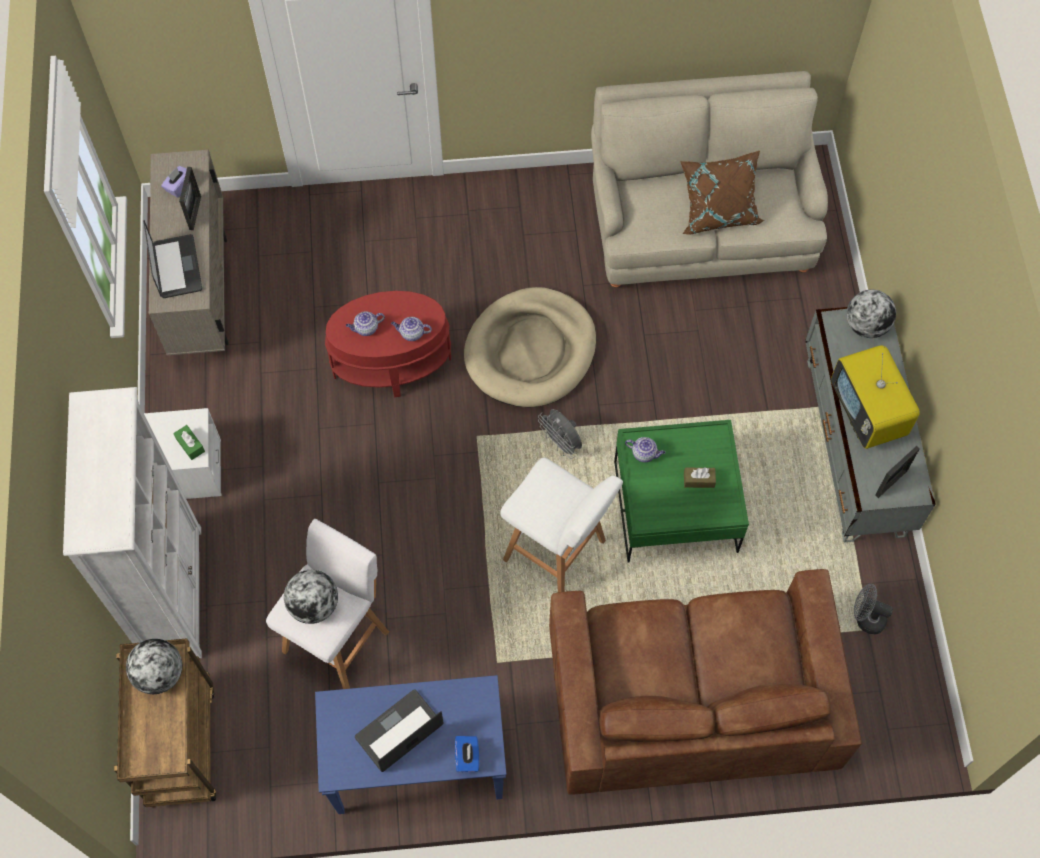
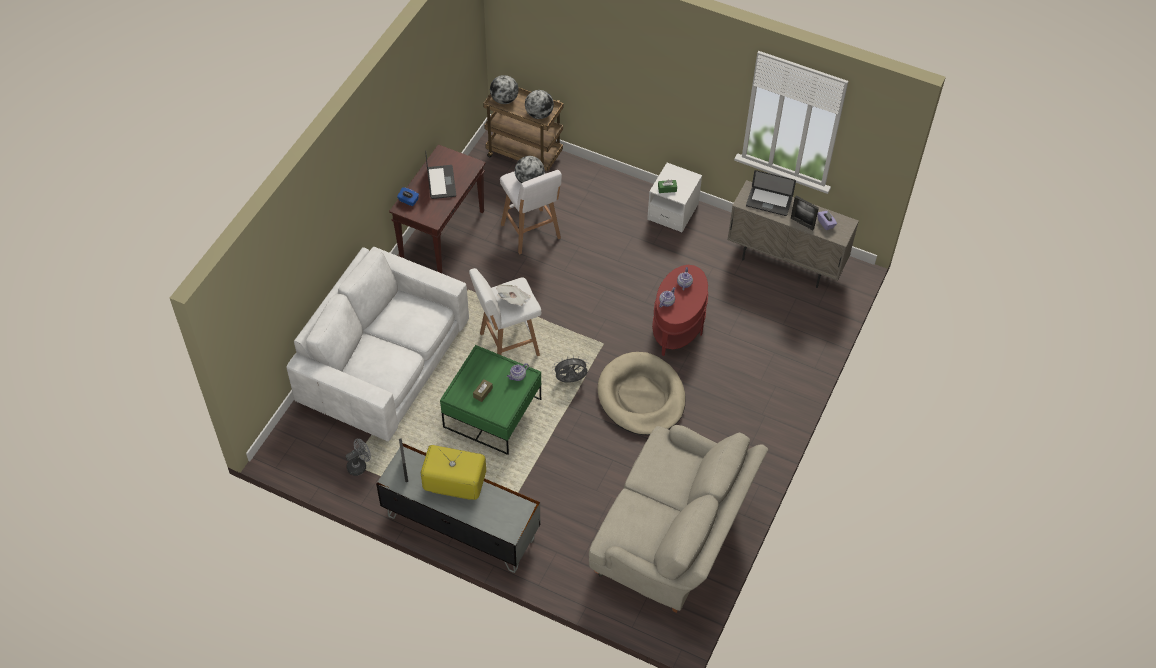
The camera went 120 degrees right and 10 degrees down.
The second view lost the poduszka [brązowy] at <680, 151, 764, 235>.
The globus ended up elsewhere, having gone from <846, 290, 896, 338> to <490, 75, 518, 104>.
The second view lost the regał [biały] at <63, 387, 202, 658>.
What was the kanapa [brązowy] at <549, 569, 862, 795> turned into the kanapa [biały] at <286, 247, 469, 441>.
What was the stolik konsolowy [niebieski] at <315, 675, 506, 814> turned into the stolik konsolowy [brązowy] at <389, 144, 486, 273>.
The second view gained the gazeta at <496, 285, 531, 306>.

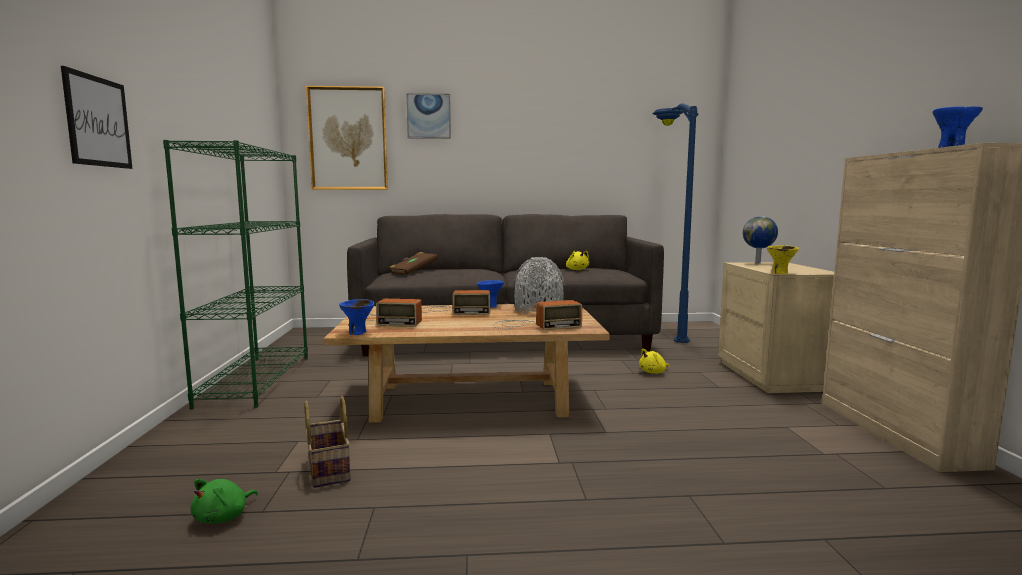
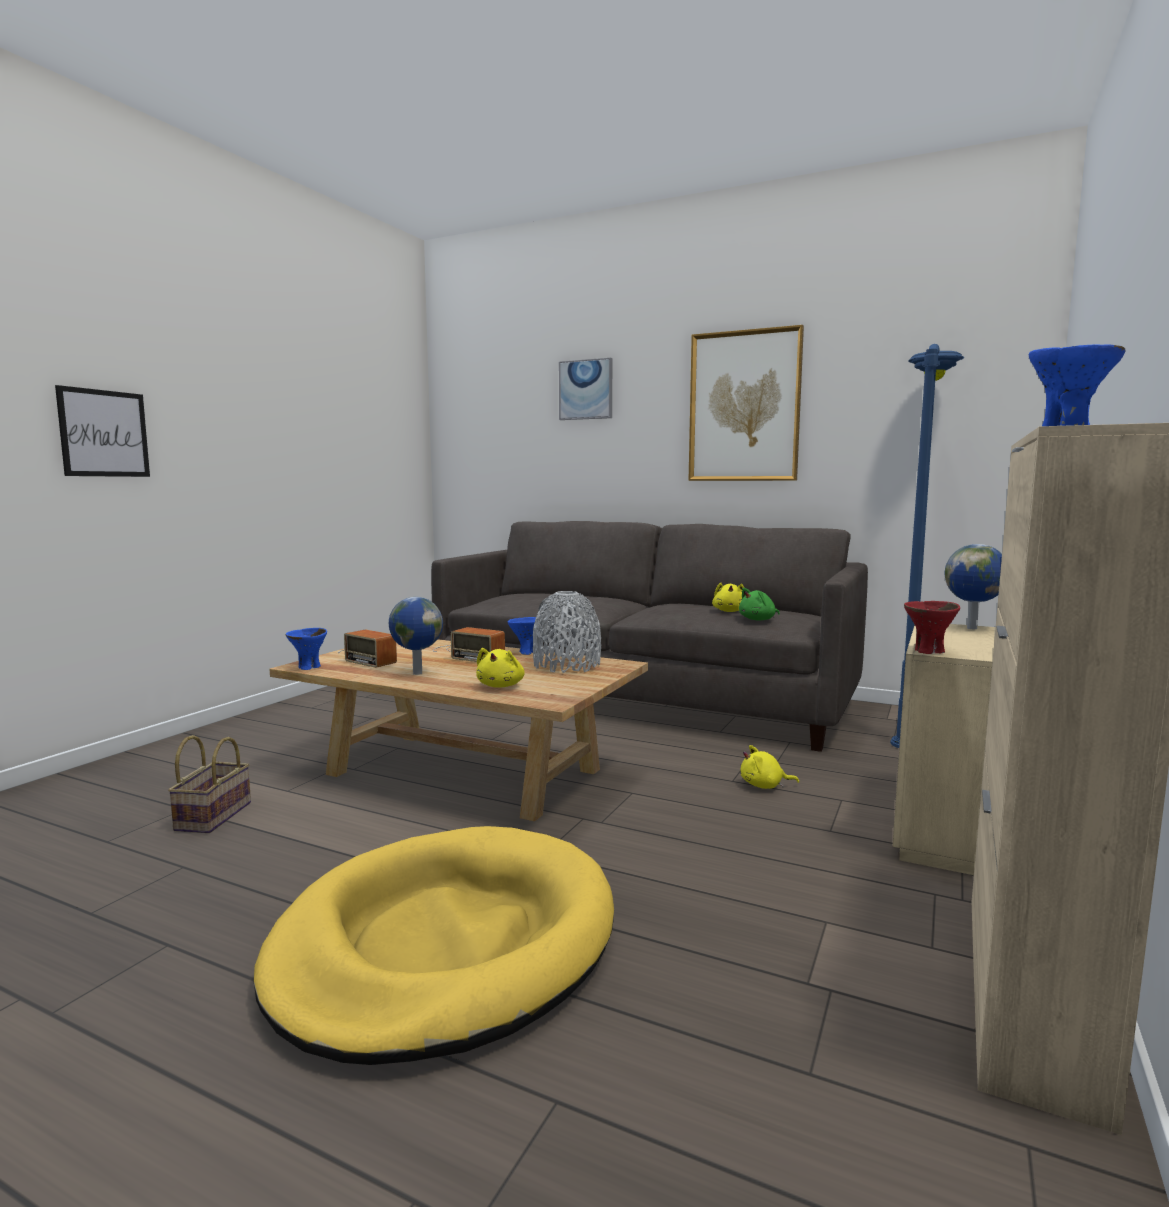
The camera went 30 degrees right and 0 degrees up.
The obraz ended up elsewhere, having gone from <306, 86, 388, 190> to <688, 325, 804, 481>.
The second view lost the regał [zielony] at <163, 140, 308, 409>.
What was the miska [żółty] at <767, 245, 799, 274> turned into the miska [czerwony] at <904, 601, 960, 654>.
The second view lost the książka [brązowy] at <389, 252, 438, 275>.
Where the radio stood at <493, 300, 582, 330>, the pluszak [żółty] came to stand at <476, 648, 525, 688>.
The pluszak [zielony] ended up elsewhere, having gone from <190, 479, 258, 523> to <739, 588, 780, 620>.
The second view gained the globus at <389, 597, 443, 675>.
The second view gained the legowisko [żółty] at <254, 826, 614, 1065>.

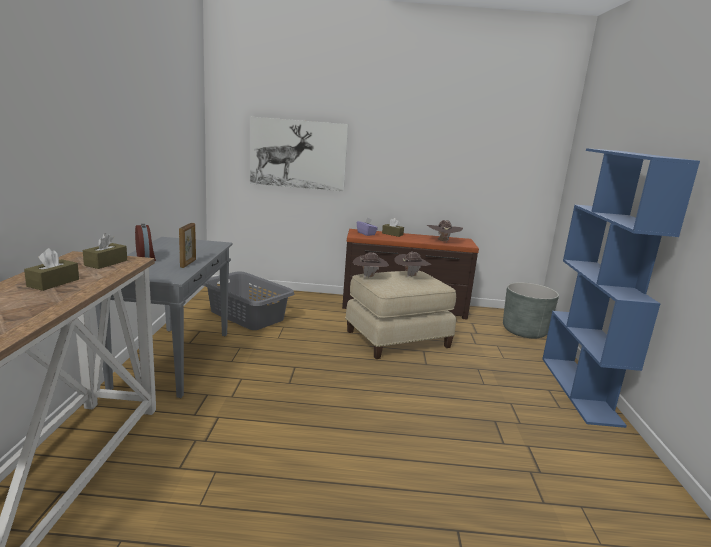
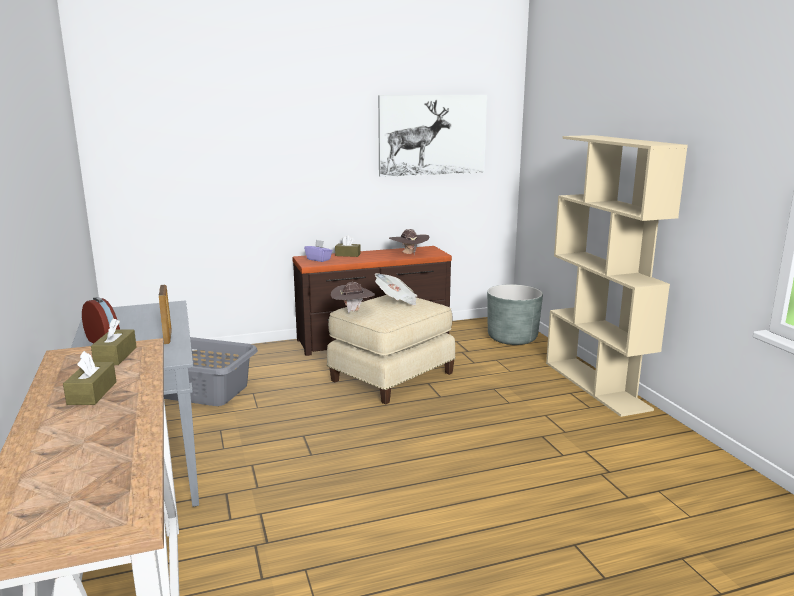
The camera went 20 degrees left and 0 degrees up.
The obraz ended up elsewhere, having gone from <250, 117, 348, 191> to <378, 95, 487, 177>.
What was the regał [niebieski] at <542, 148, 700, 428> turned into the regał [beżowy] at <546, 135, 688, 417>.
Where the kapelusz [brązowy] stood at <394, 252, 432, 277>, the gazeta came to stand at <375, 273, 418, 305>.

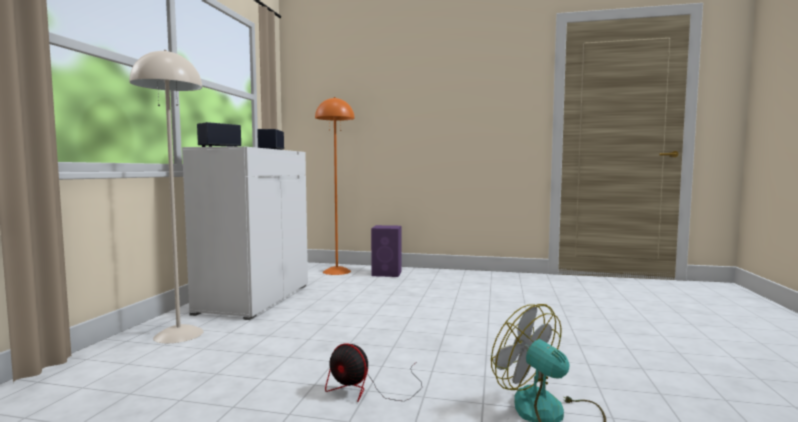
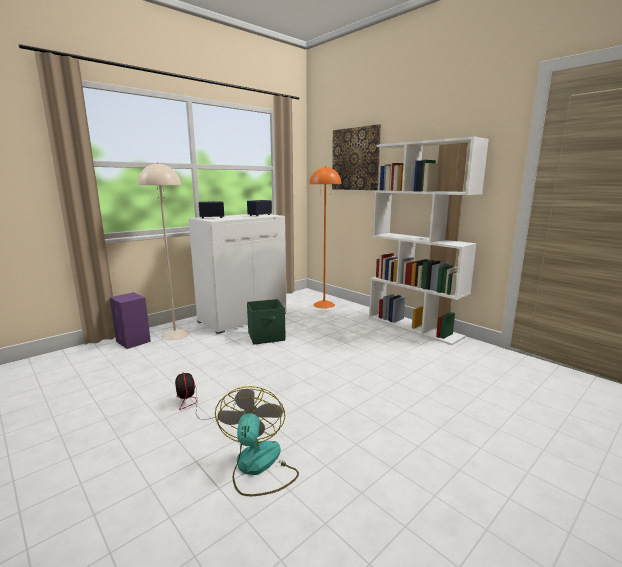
The camera went 35 degrees right and 10 degrees up.
The głośnik [fioletowy] ended up elsewhere, having gone from <371, 225, 402, 277> to <110, 292, 151, 349>.
The second view gained the obraz at <332, 124, 381, 190>.
The second view gained the regał [biały] at <369, 137, 489, 345>.
The second view gained the pojemnik do przechowywania [zielony] at <247, 299, 286, 345>.

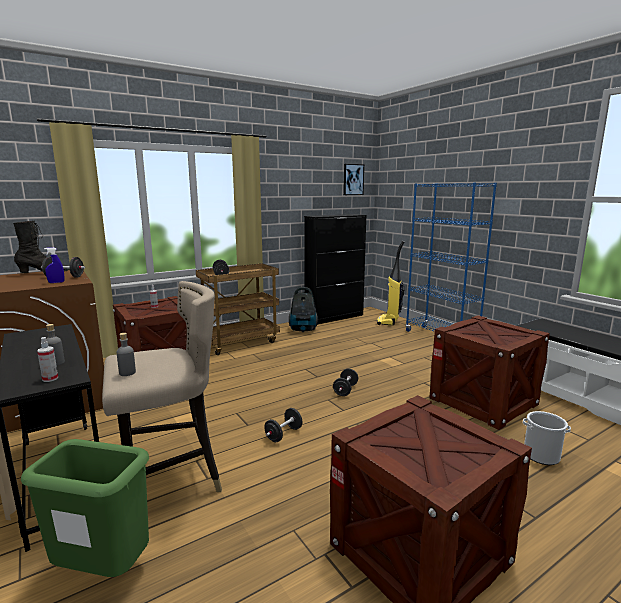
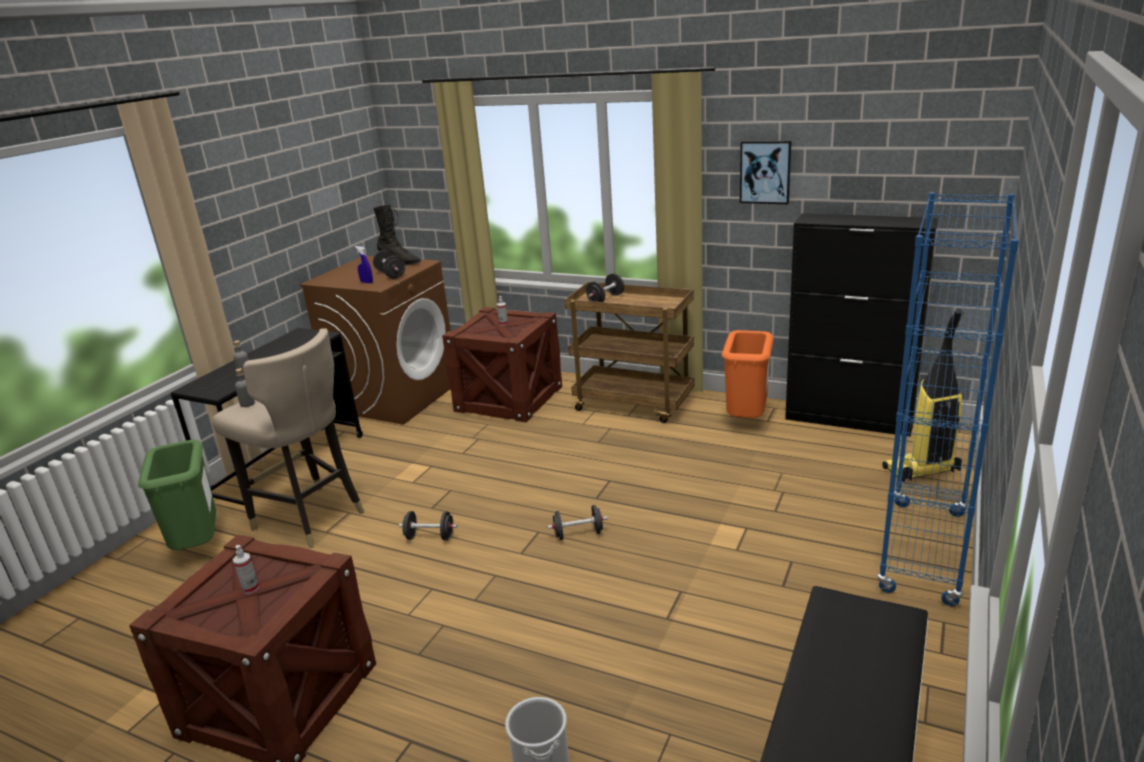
The camera went 60 degrees right and 10 degrees up.
The obraz ended up elsewhere, having gone from <344, 164, 364, 195> to <740, 141, 791, 204>.
Where the odkurzacz stood at <289, 287, 318, 332>, the kosz na śmieci [pomarańczowy] came to stand at <722, 330, 774, 418>.
The second view lost the skrzynka at <429, 315, 550, 430>.
The spryskiwacz ended up elsewhere, having gone from <37, 337, 58, 382> to <233, 545, 259, 594>.

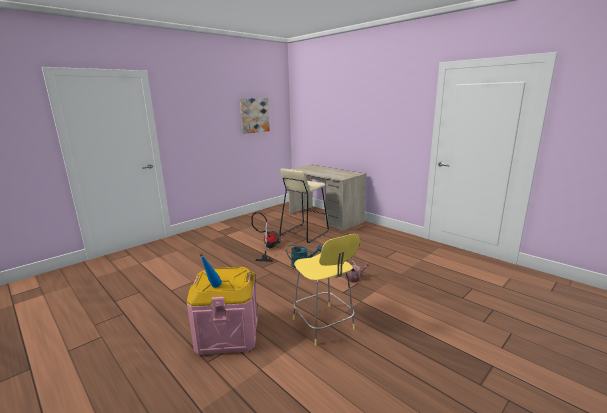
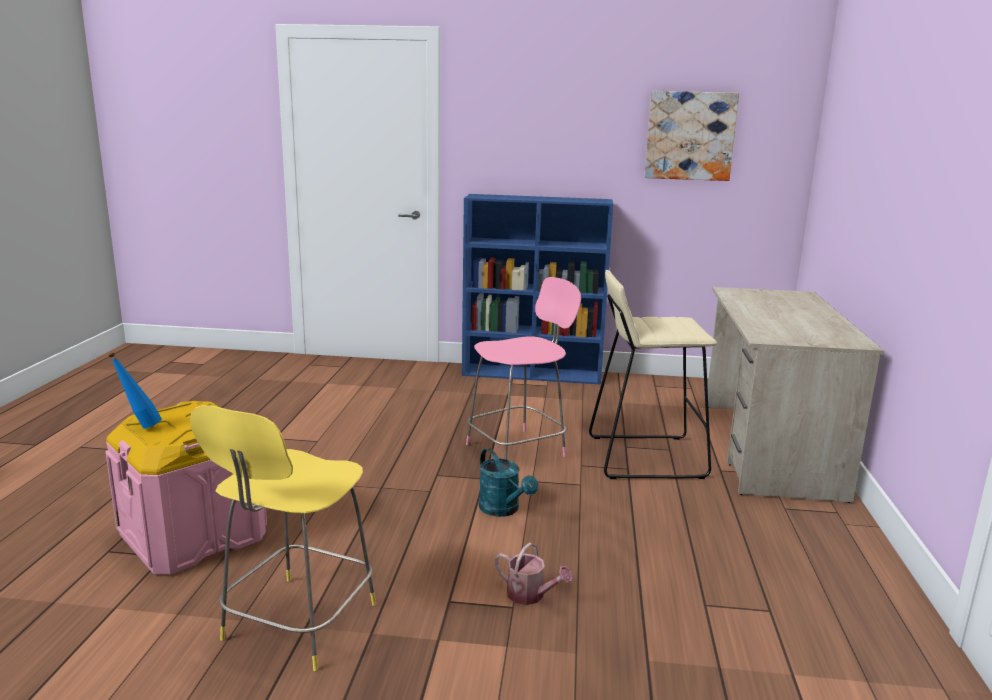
The camera went 50 degrees right and 0 degrees up.
Where the odkurzacz stood at <251, 212, 281, 262>, the stołek [różowy] came to stand at <466, 277, 581, 460>.
The second view gained the regał [niebieski] at <462, 194, 613, 385>.

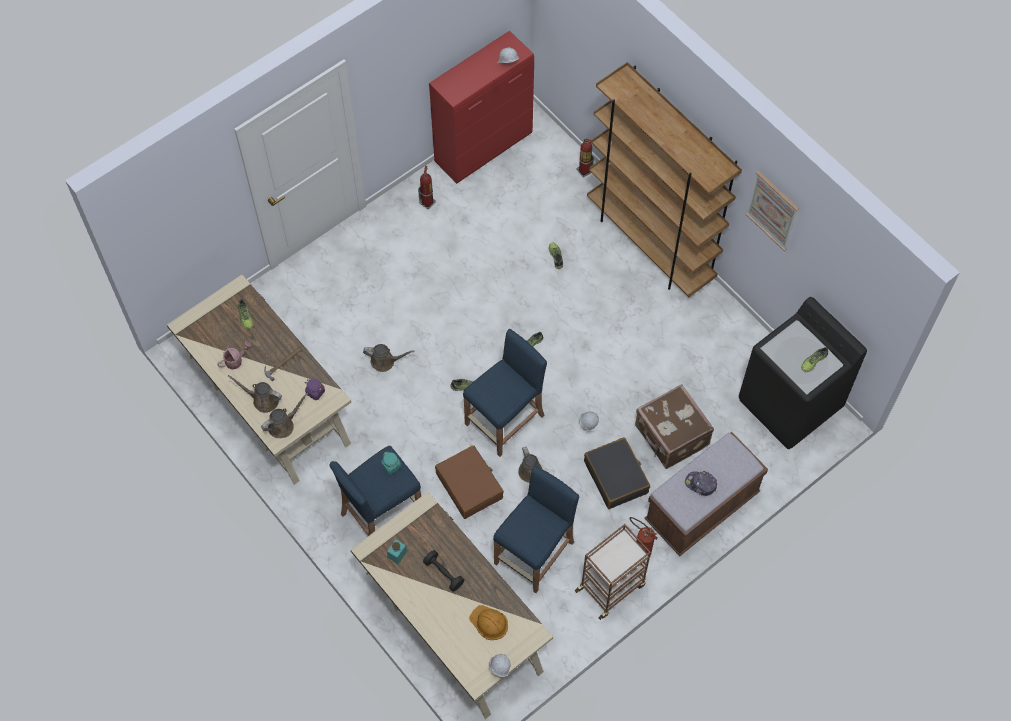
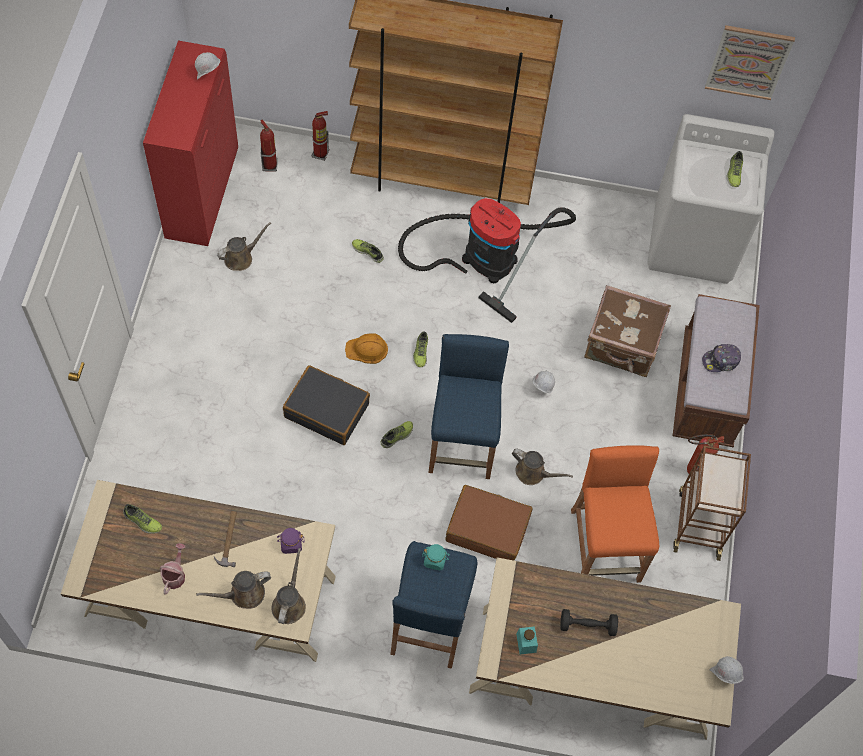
The camera went 45 degrees left and 0 degrees up.
The gaśnica ended up elsewhere, having gone from <418, 166, 436, 209> to <260, 119, 278, 172>.
The obraz ended up elsewhere, having gone from <745, 171, 799, 251> to <705, 25, 795, 100>.
What was the pralka [czarny] at <739, 297, 867, 449> turned into the pralka [biały] at <647, 114, 775, 284>.
The konewka [brązowy] ended up elsewhere, having gone from <363, 344, 415, 372> to <217, 222, 271, 271>.
The walizka [czarny] ended up elsewhere, having gone from <584, 437, 650, 509> to <283, 365, 370, 445>.
What was the stołek [niebieski] at <493, 466, 579, 593> turned into the stołek [pomarańczowy] at <571, 445, 659, 583>.
The kask [pomarańczowy] ended up elsewhere, having gone from <469, 605, 508, 640> to <345, 333, 388, 364>.
The second view gained the odkurzacz at <398, 198, 576, 323>.

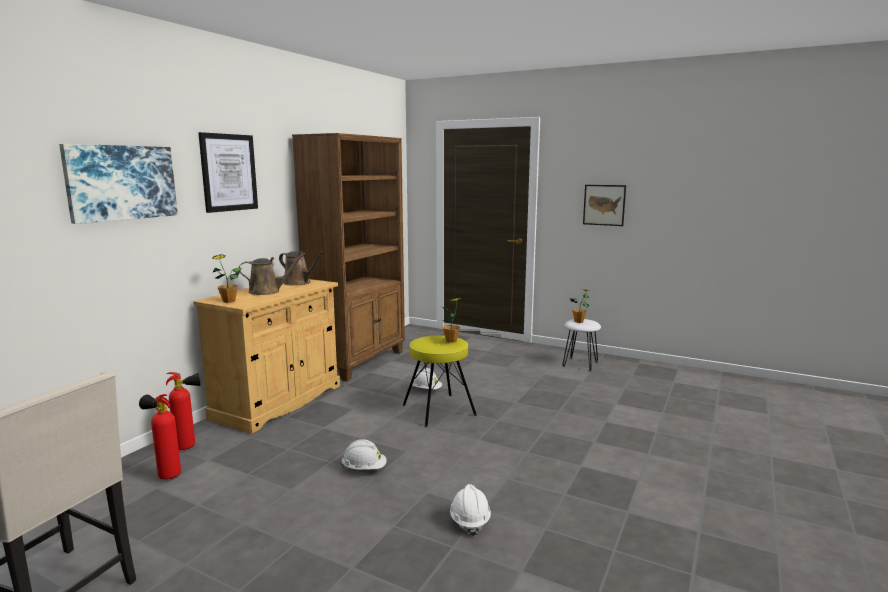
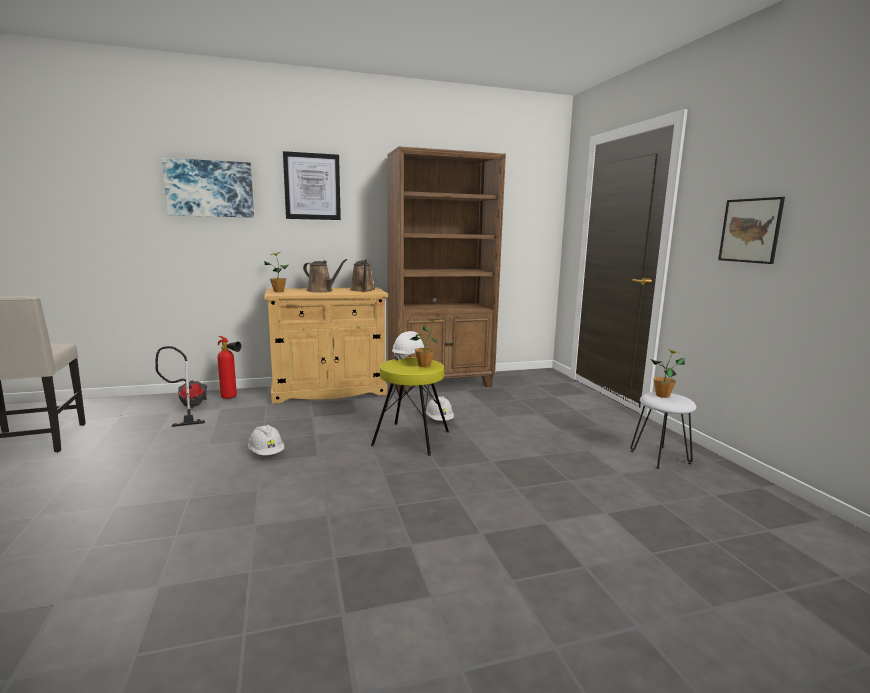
The camera went 45 degrees right and 0 degrees up.
Where the gaśnica stood at <139, 394, 181, 480>, the odkurzacz came to stand at <155, 346, 207, 427>.
The kask [biały] ended up elsewhere, having gone from <450, 484, 491, 536> to <392, 331, 426, 361>.

